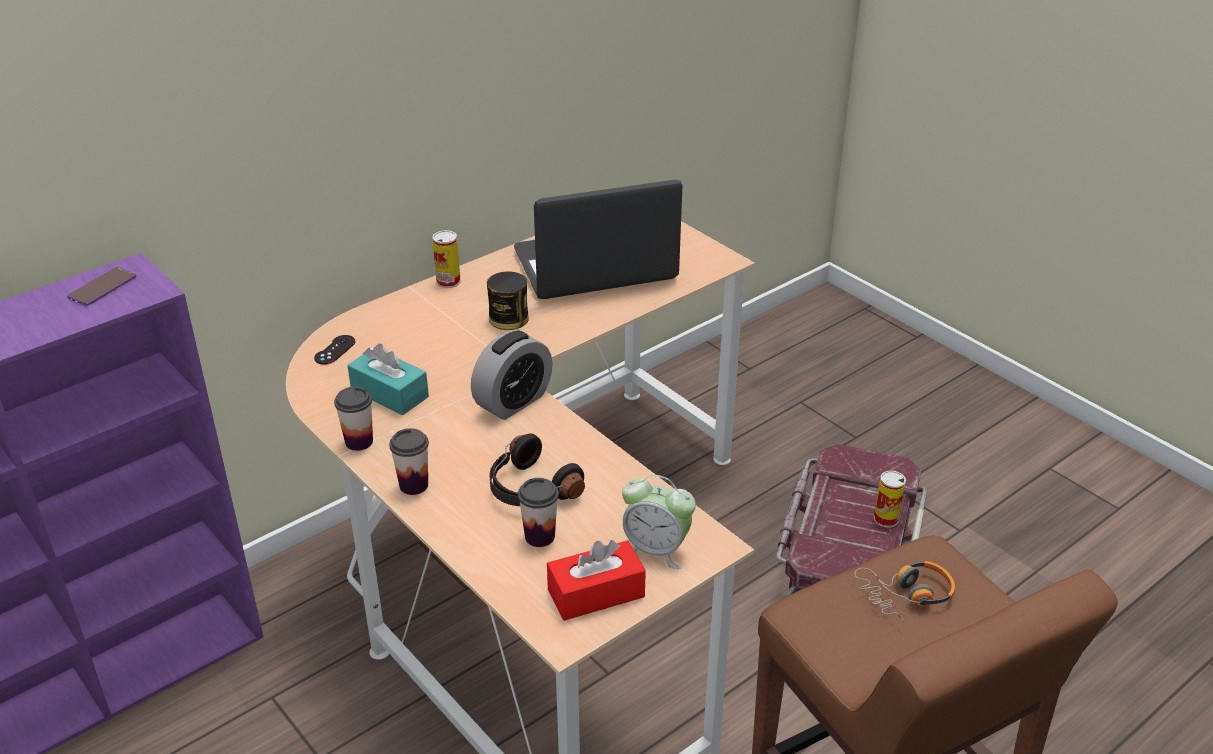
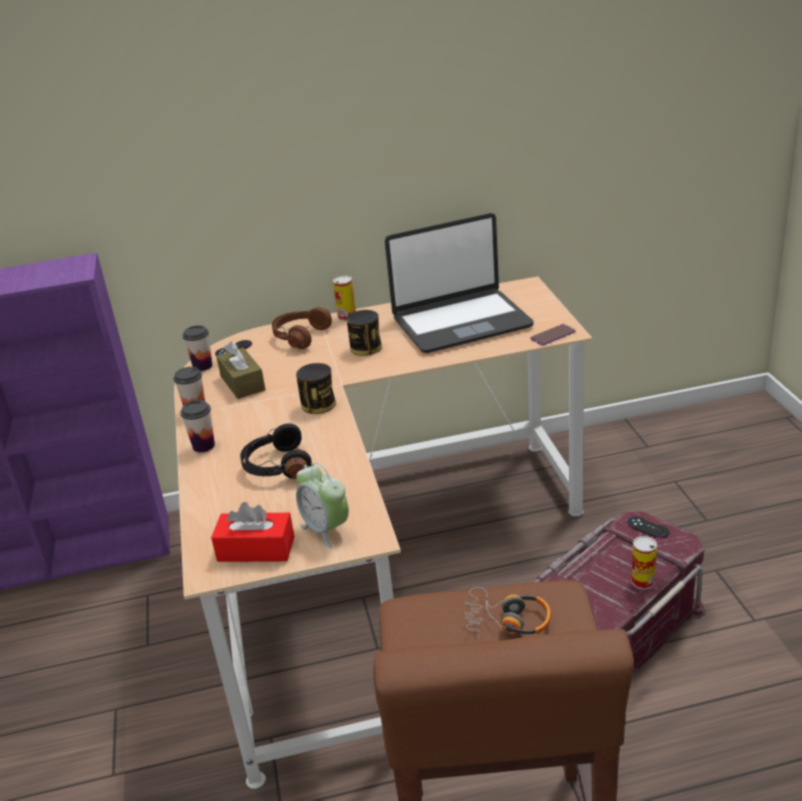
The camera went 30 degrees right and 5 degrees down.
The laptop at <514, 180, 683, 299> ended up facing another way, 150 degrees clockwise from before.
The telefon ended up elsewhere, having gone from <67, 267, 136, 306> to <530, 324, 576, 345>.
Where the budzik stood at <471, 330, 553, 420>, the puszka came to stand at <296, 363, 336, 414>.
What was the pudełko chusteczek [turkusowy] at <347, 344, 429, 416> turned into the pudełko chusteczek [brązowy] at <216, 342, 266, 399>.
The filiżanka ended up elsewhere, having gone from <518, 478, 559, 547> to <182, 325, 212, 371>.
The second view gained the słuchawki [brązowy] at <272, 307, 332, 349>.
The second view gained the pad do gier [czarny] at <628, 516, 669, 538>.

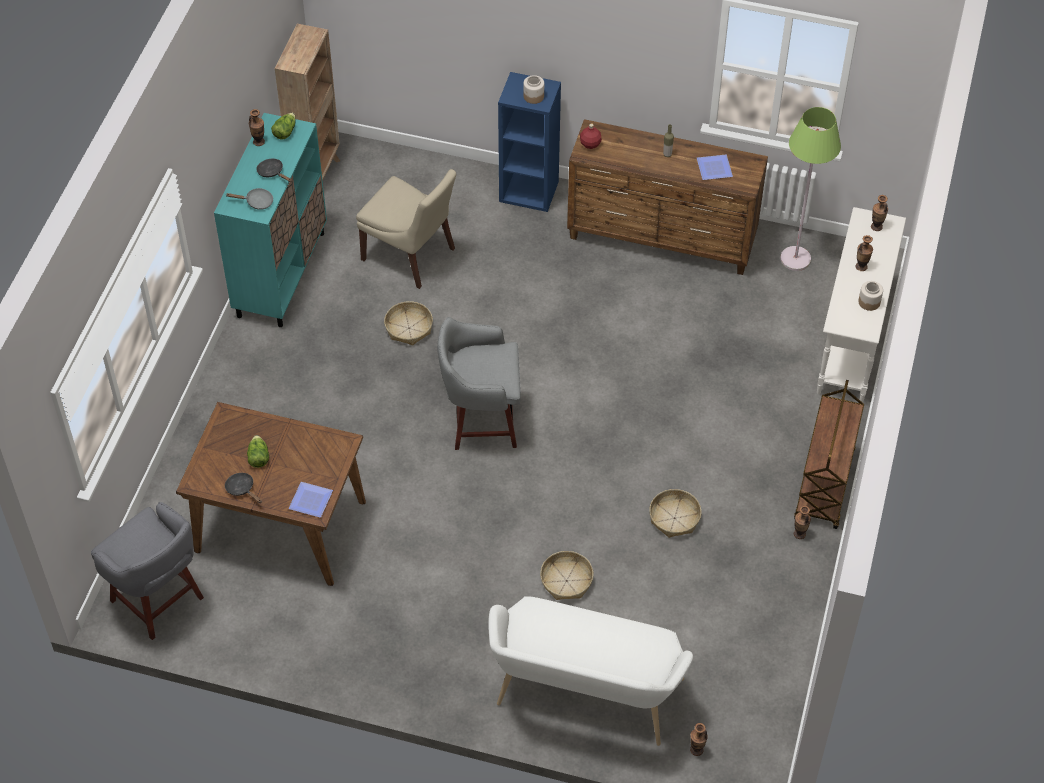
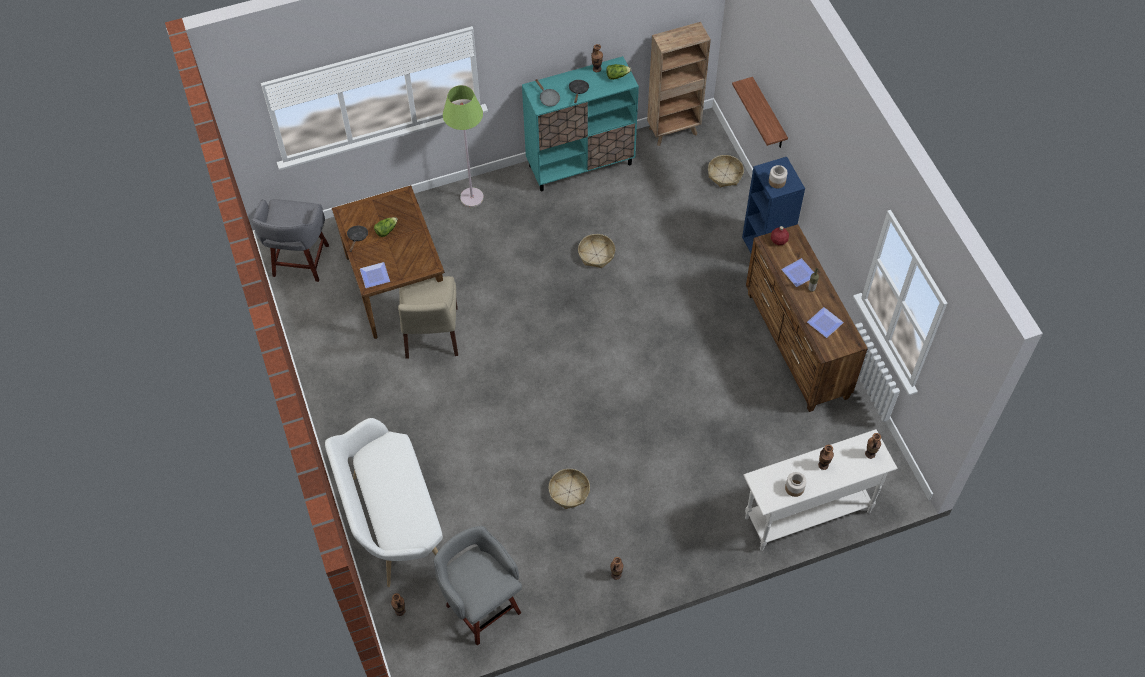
The camera went 55 degrees right and 5 degrees up.
The lampa stojąca [zielony] ended up elsewhere, having gone from <780, 107, 841, 271> to <443, 85, 484, 207>.
The krzesło [beżowy] ended up elsewhere, having gone from <356, 169, 456, 289> to <398, 276, 458, 359>.
The stołek [szary] ended up elsewhere, having gone from <437, 317, 521, 450> to <434, 526, 522, 645>.
The second view lost the wózek [brązowy] at <794, 380, 864, 529>.
The koszyk ended up elsewhere, having gone from <540, 551, 594, 600> to <708, 155, 744, 187>.
The second view gained the półka at <732, 77, 788, 148>.
The second view gained the talerz at <781, 258, 814, 287>.

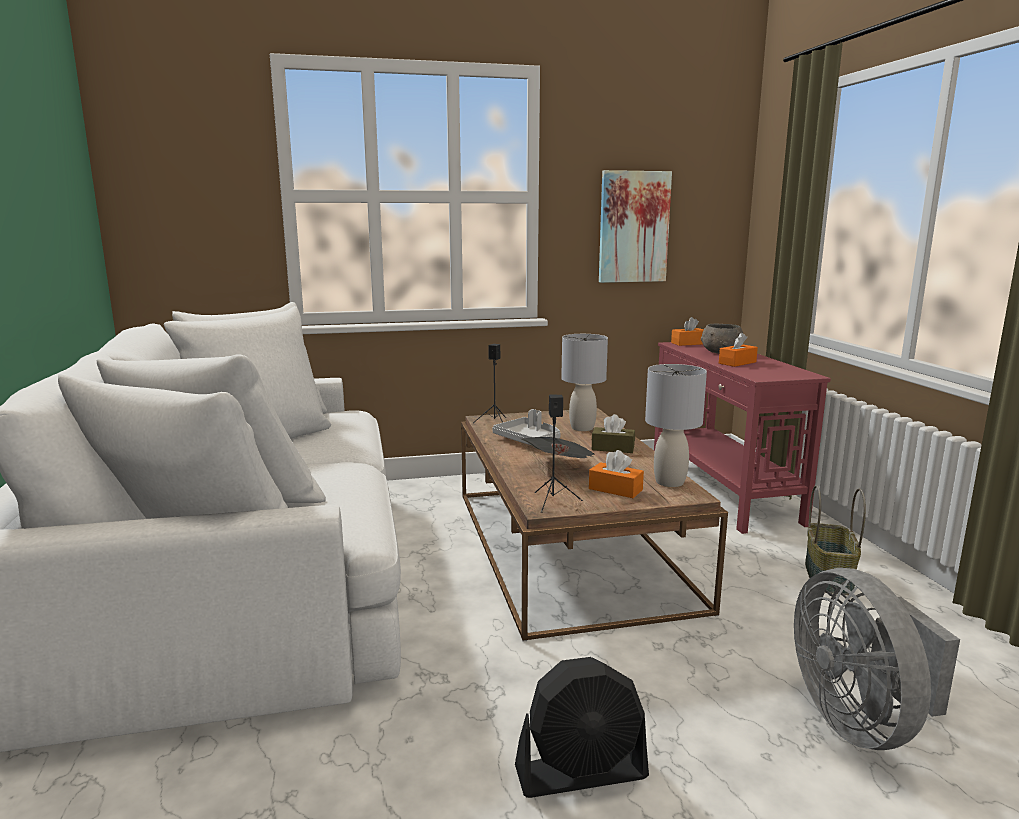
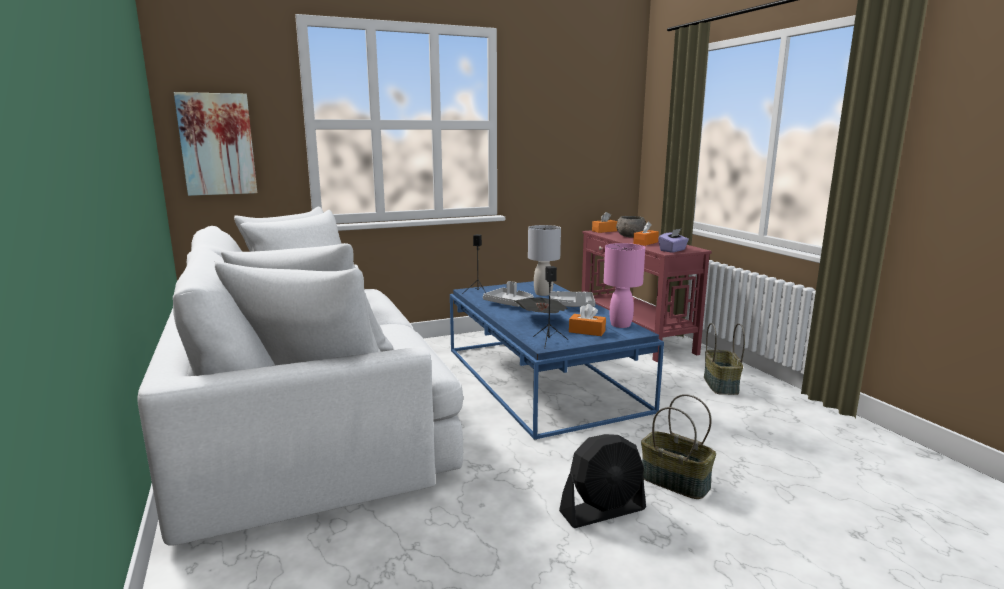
The camera went 10 degrees left and 0 degrees up.
The obraz ended up elsewhere, having gone from <599, 170, 672, 283> to <174, 92, 257, 196>.
What was the lampa stołowa [szary] at <645, 364, 707, 487> turned into the lampa stołowa [różowy] at <604, 243, 645, 328>.
What was the ława [brązowy] at <461, 408, 728, 642> turned into the ława [niebieski] at <450, 281, 664, 440>.
Where the pudełko chusteczek [brązowy] stood at <592, 414, 635, 453>, the taca [szary] came to stand at <550, 291, 595, 307>.
The second view lost the wentylator [szary] at <794, 568, 960, 750>.
The second view gained the pudełko chusteczek [fioletowy] at <659, 229, 689, 253>.
The second view gained the koszyk at <641, 394, 716, 499>.

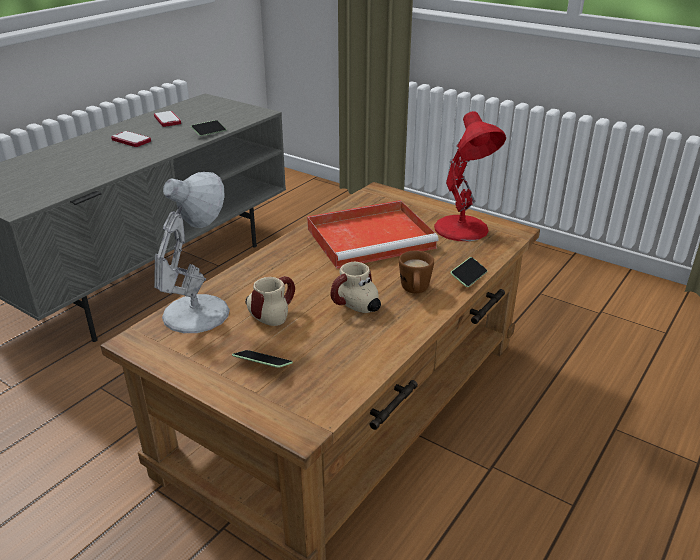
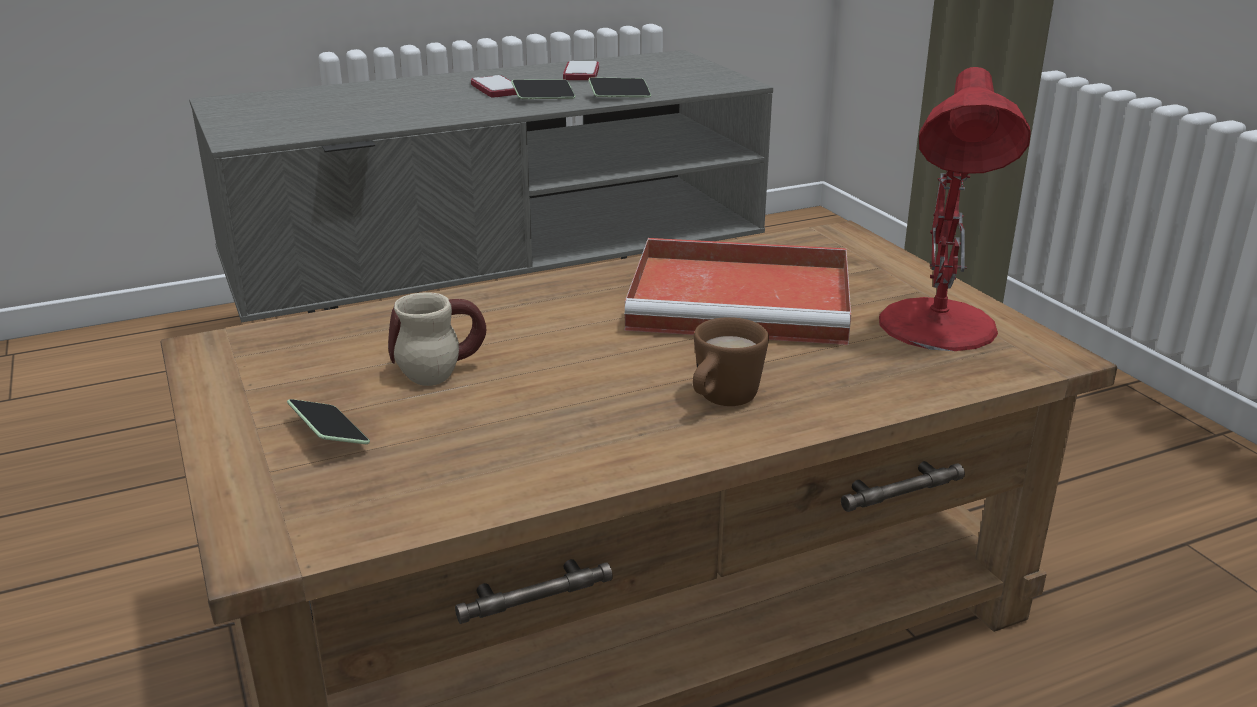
The camera went 30 degrees right and 5 degrees down.
The second view lost the lampa stołowa [biały] at <154, 172, 230, 333>.
The telefon ended up elsewhere, having gone from <450, 257, 487, 287> to <511, 80, 575, 99>.
The second view lost the kubek at <330, 262, 381, 313>.

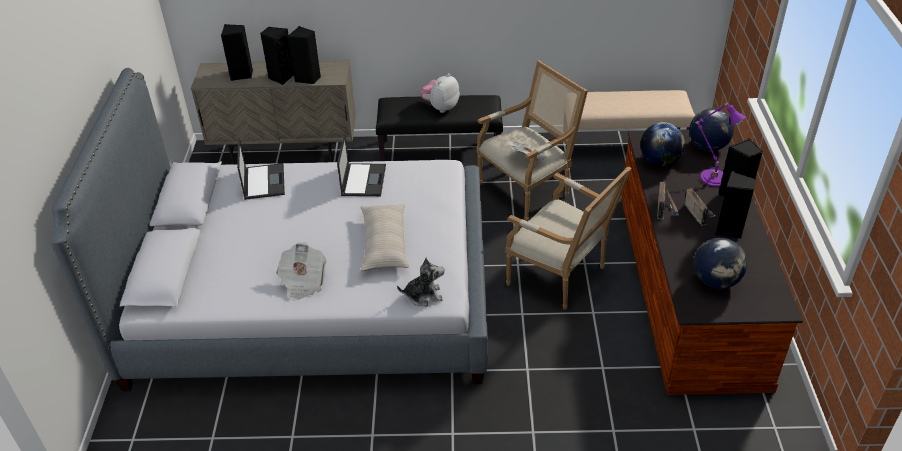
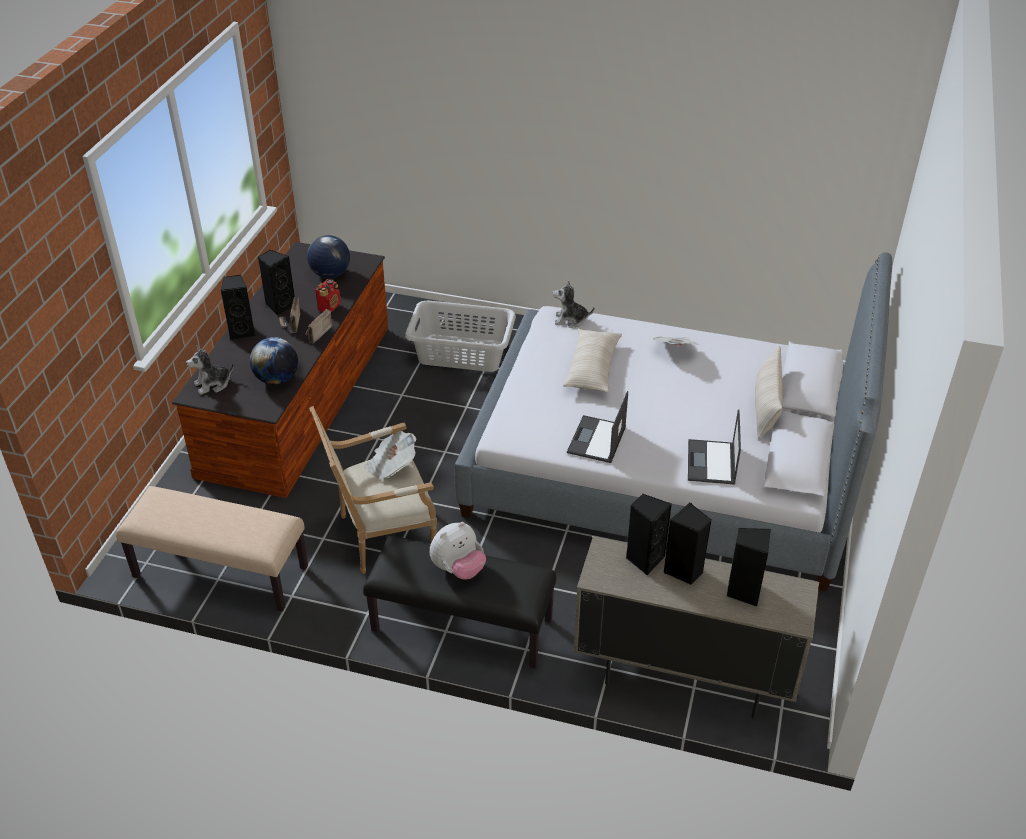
The camera went 165 degrees left and 0 degrees up.
The second view lost the lampa stołowa [fioletowy] at <694, 103, 746, 187>.
Where the globus stood at <689, 108, 734, 151>, the pluszak came to stand at <186, 346, 234, 395>.
The second view lost the fotel at <505, 166, 632, 310>.
The second view gained the radio at <315, 279, 341, 312>.
The second view gained the kosz na pranie [szary] at <405, 300, 516, 372>.
The second view gained the poduszka [beżowy] at <755, 346, 783, 441>.

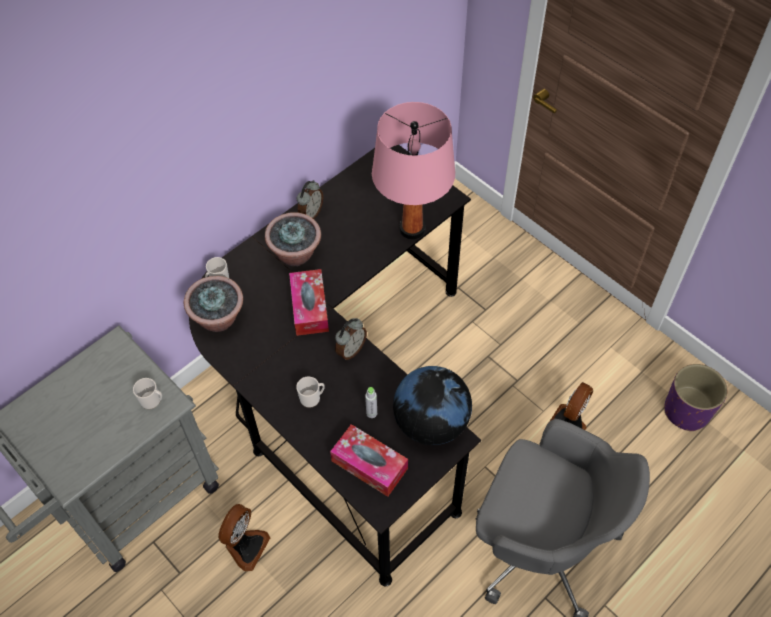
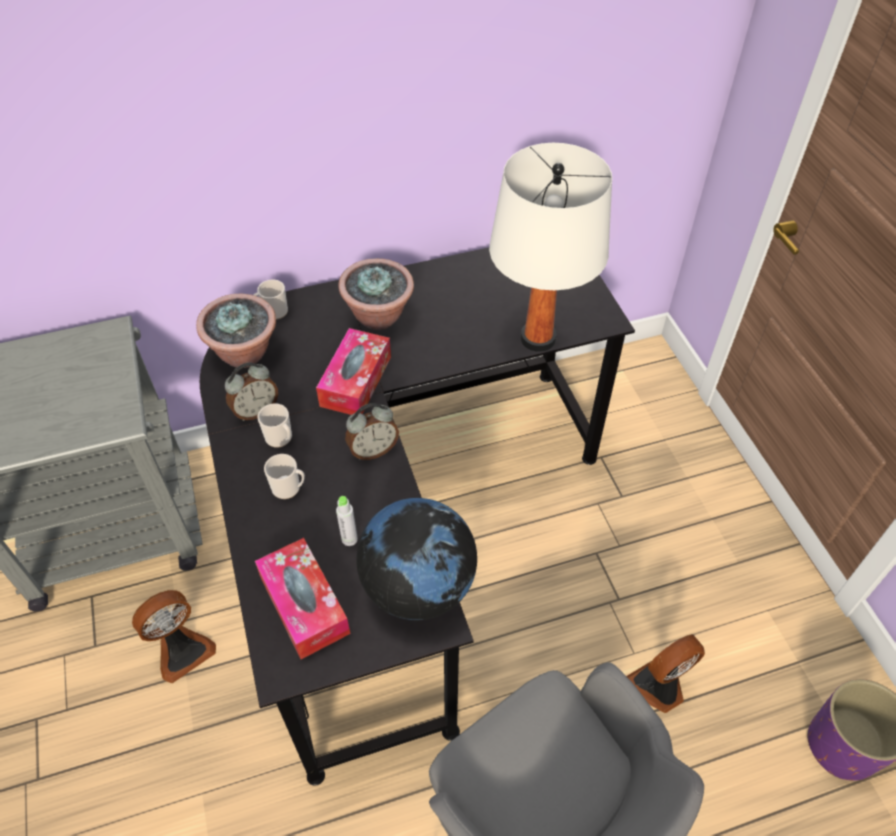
The camera went 25 degrees right and 5 degrees down.
What was the lampa stołowa [różowy] at <372, 102, 455, 239> turned into the lampa stołowa [biały] at <489, 143, 612, 352>.
The budzik ended up elsewhere, having gone from <297, 180, 323, 219> to <225, 363, 278, 421>.
The kubek ended up elsewhere, having gone from <133, 378, 162, 409> to <258, 403, 292, 448>.

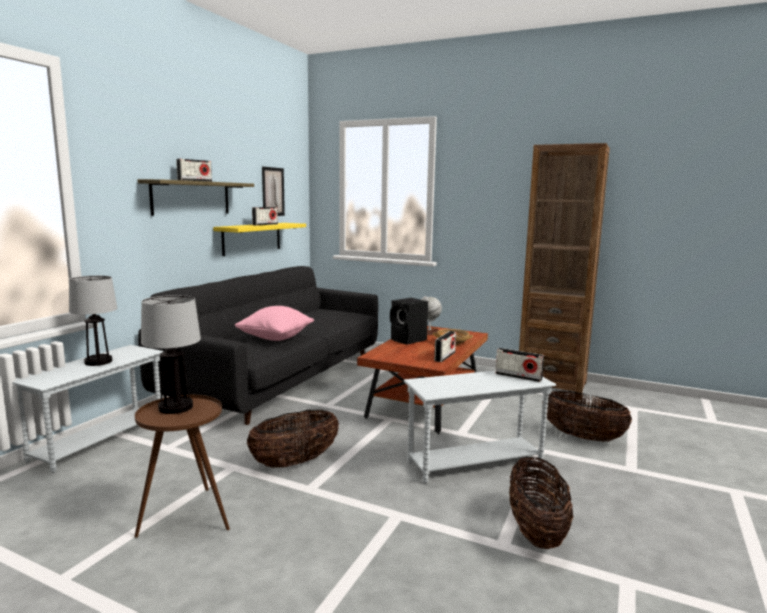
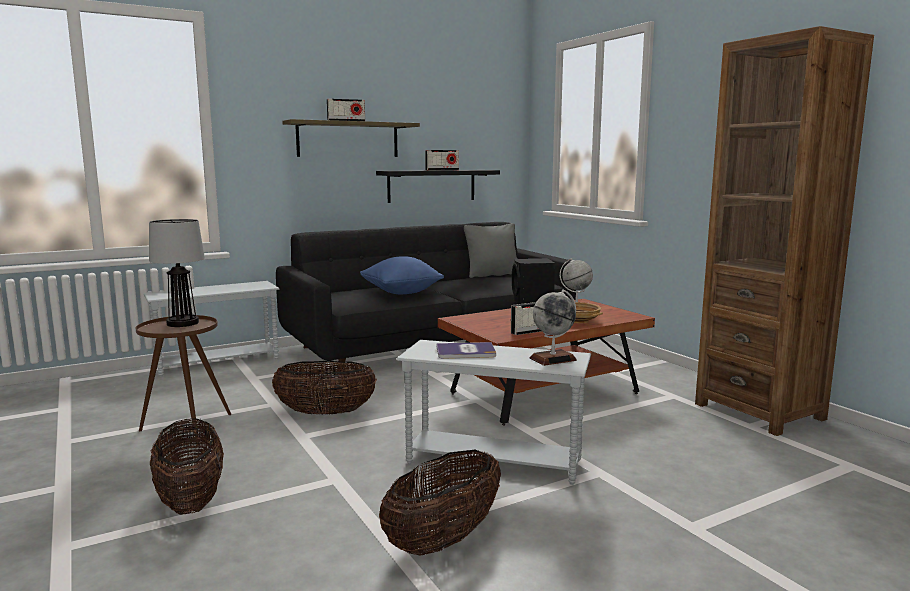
The camera went 35 degrees right and 0 degrees up.
The second view lost the obraz at <262, 167, 285, 216>.
What was the półka [żółty] at <213, 223, 306, 256> turned into the półka [czarny] at <376, 170, 500, 203>.
The second view lost the lampa stołowa at <69, 276, 117, 366>.
What was the poduszka [różowy] at <235, 306, 314, 341> turned into the poduszka [niebieski] at <360, 256, 444, 294>.
Where the radio stood at <495, 348, 544, 382>, the globus came to stand at <530, 289, 577, 366>.
The koszyk ended up elsewhere, having gone from <542, 390, 632, 442> to <150, 418, 224, 515>.
The second view gained the poduszka [szary] at <464, 223, 517, 278>.
The second view gained the książka at <436, 342, 496, 359>.

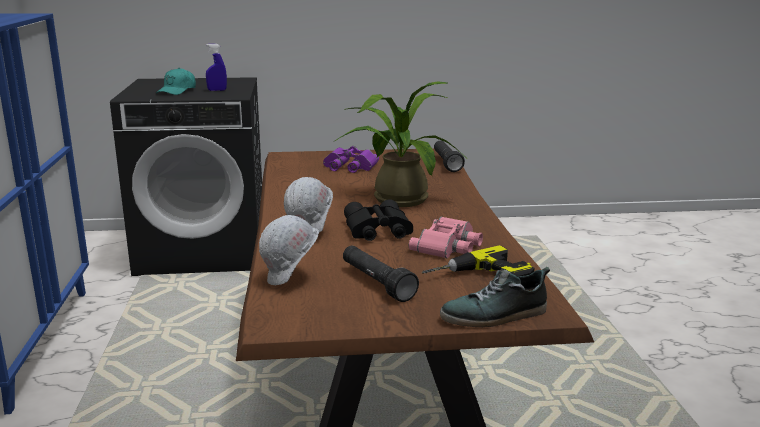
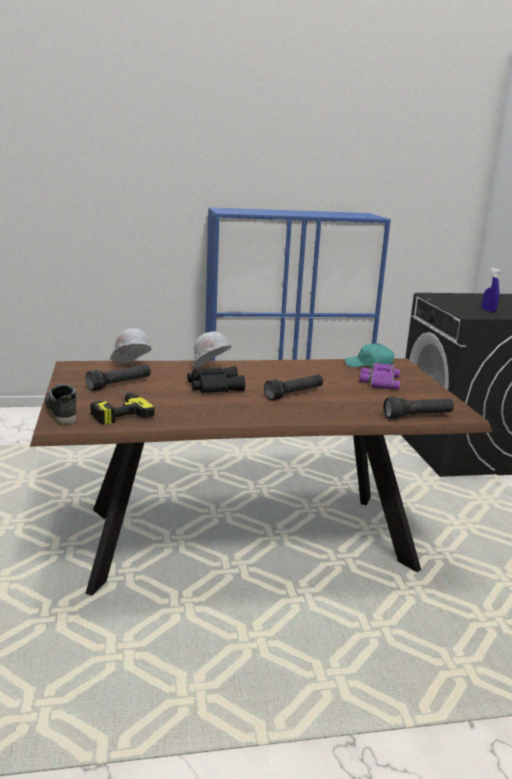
The camera went 85 degrees right and 0 degrees up.
The czapka z daszkiem [turkusowy] ended up elsewhere, having gone from <156, 68, 196, 95> to <345, 343, 395, 367>.
Where the roślina doniczkowa stood at <335, 82, 464, 207>, the latarka [czarny] came to stand at <264, 374, 323, 400>.
The second view lost the lornetka [różowy] at <409, 217, 483, 258>.

